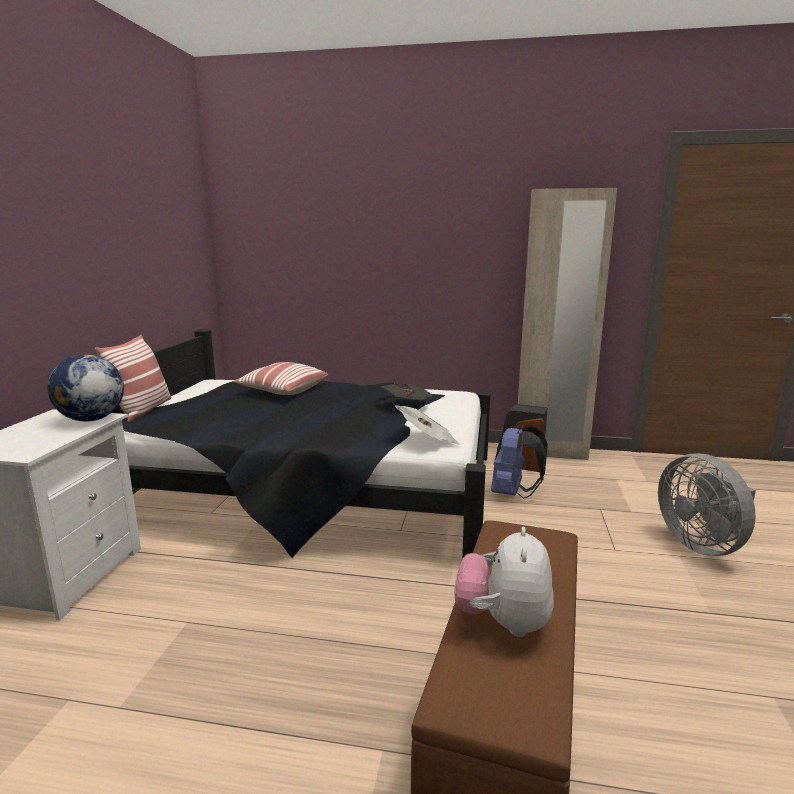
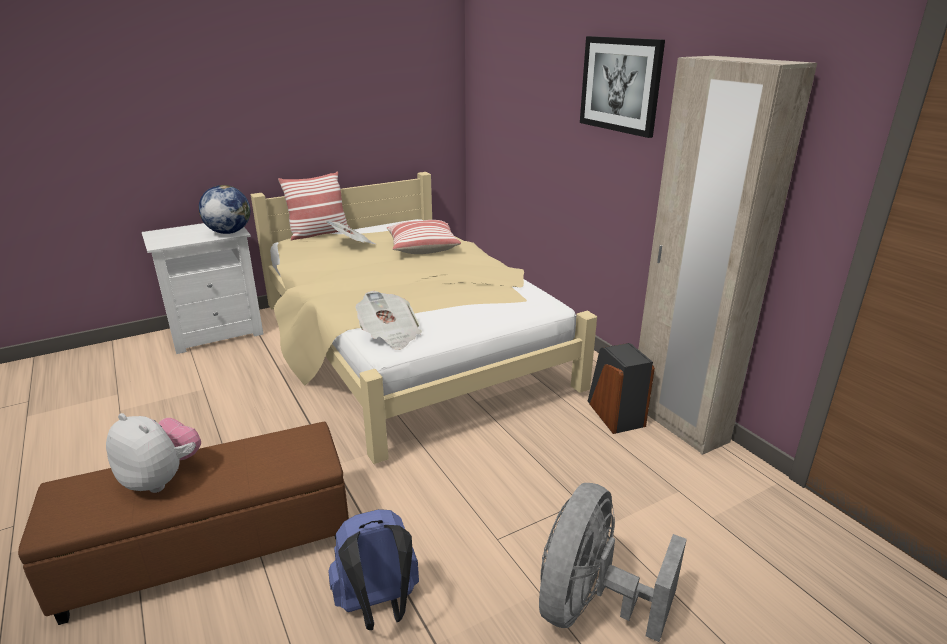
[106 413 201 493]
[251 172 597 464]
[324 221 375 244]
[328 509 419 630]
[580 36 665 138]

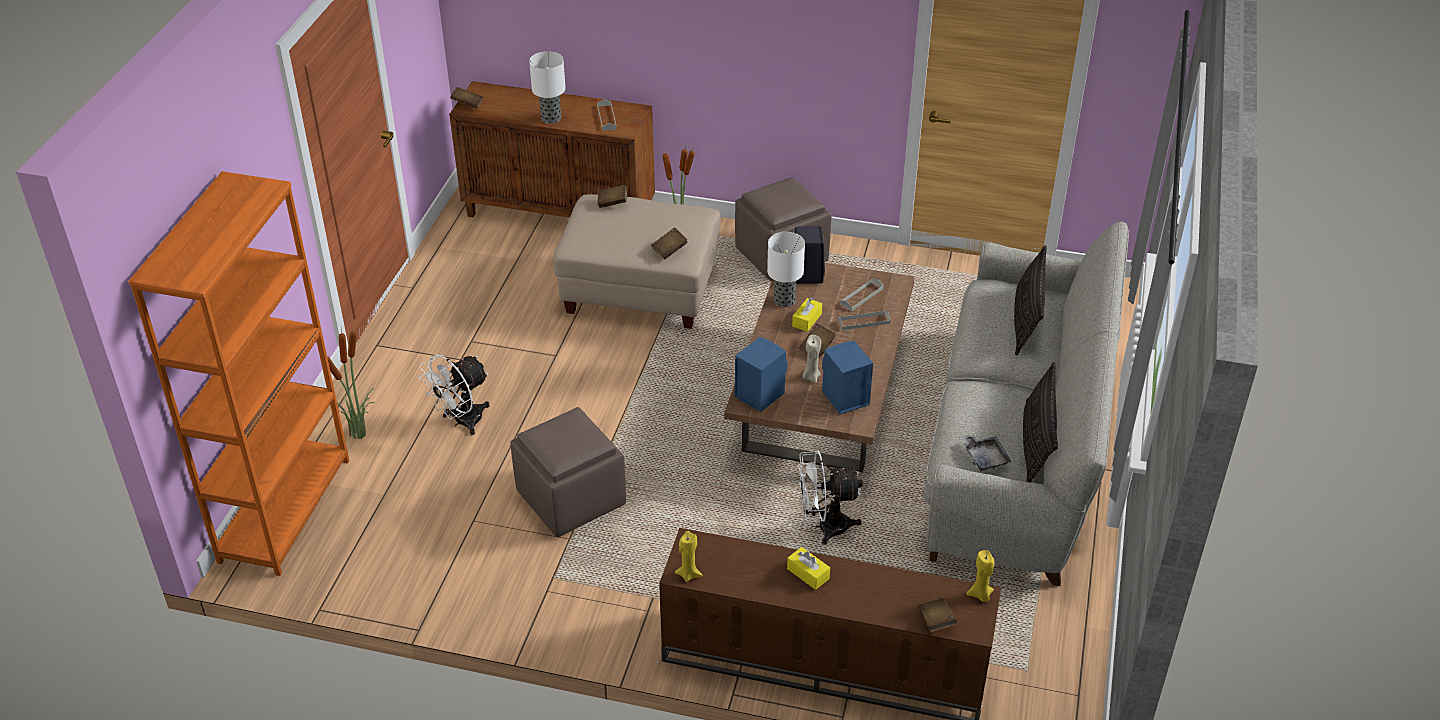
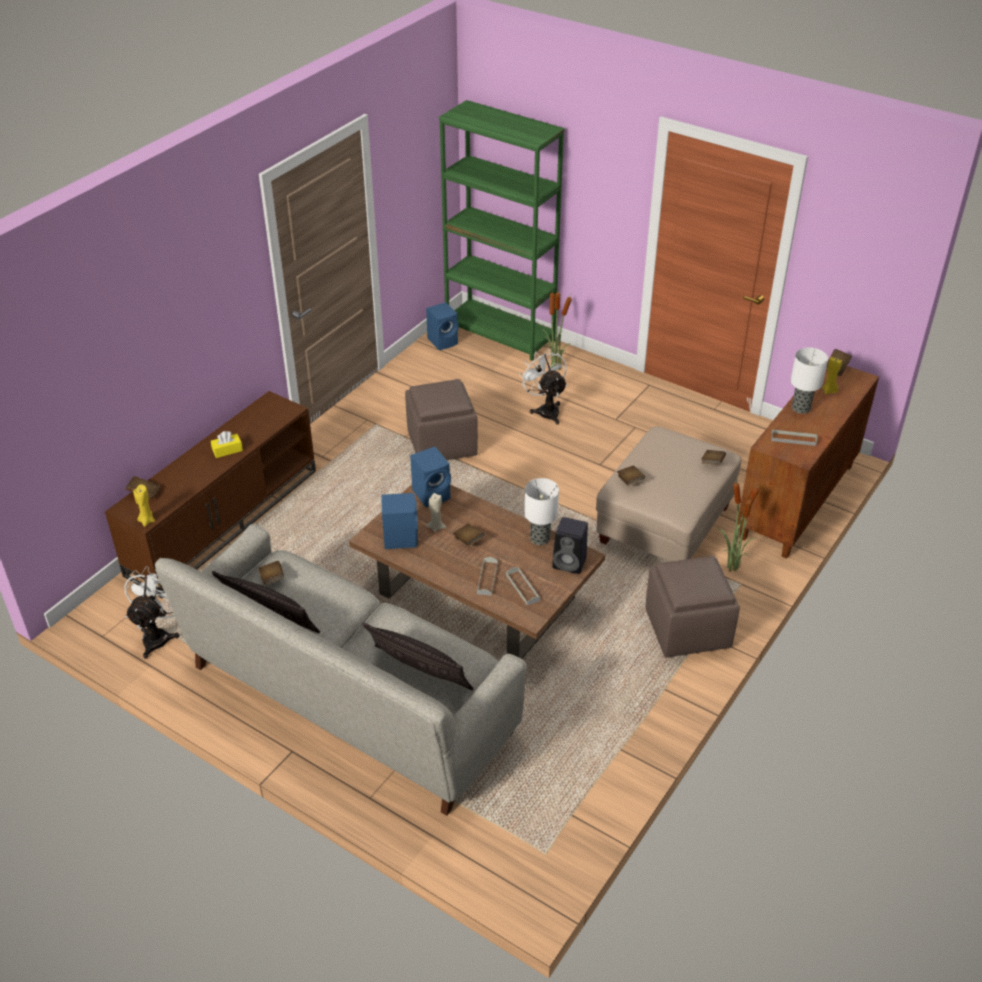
[124 566 179 659]
[259 561 284 585]
[426 302 459 350]
[439 100 565 361]
[822 357 842 395]
[792 297 822 332] (first image)

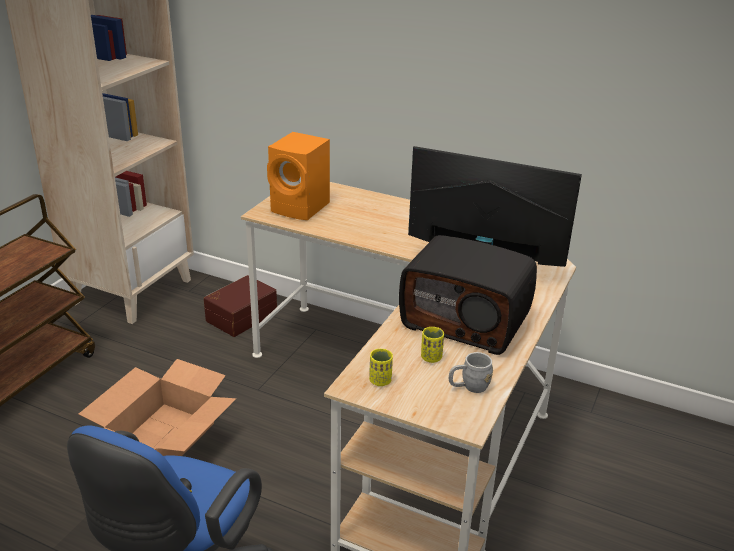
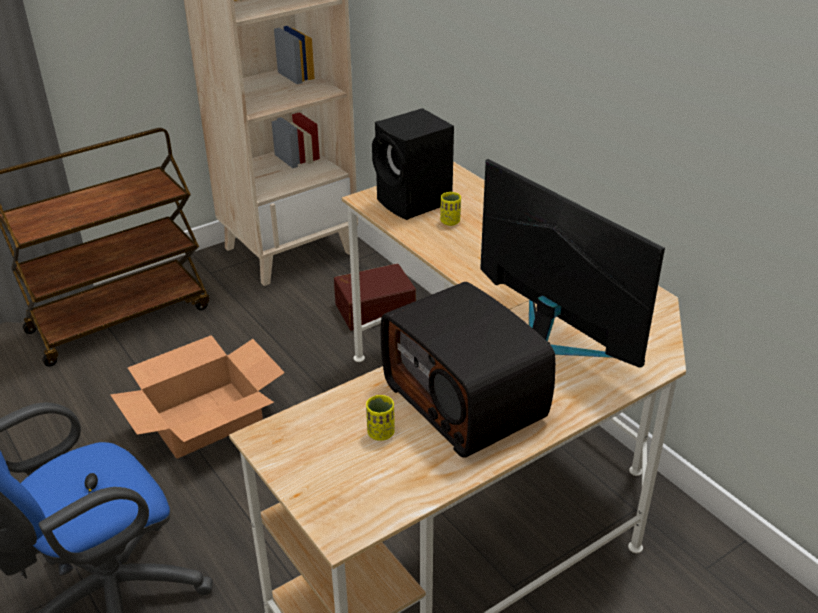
[372 108 454 220]
[440 192 461 226]
[449 352 493 393] (first image)

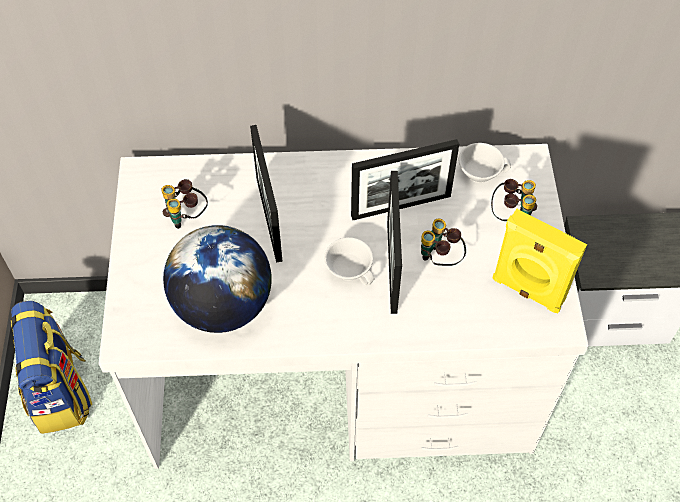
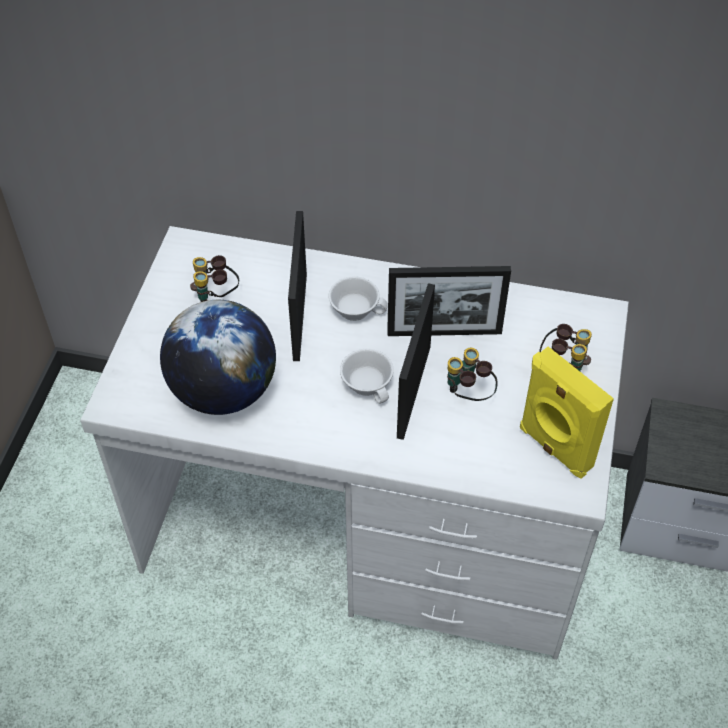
[328 276 388 321]
[11 301 92 434] (first image)

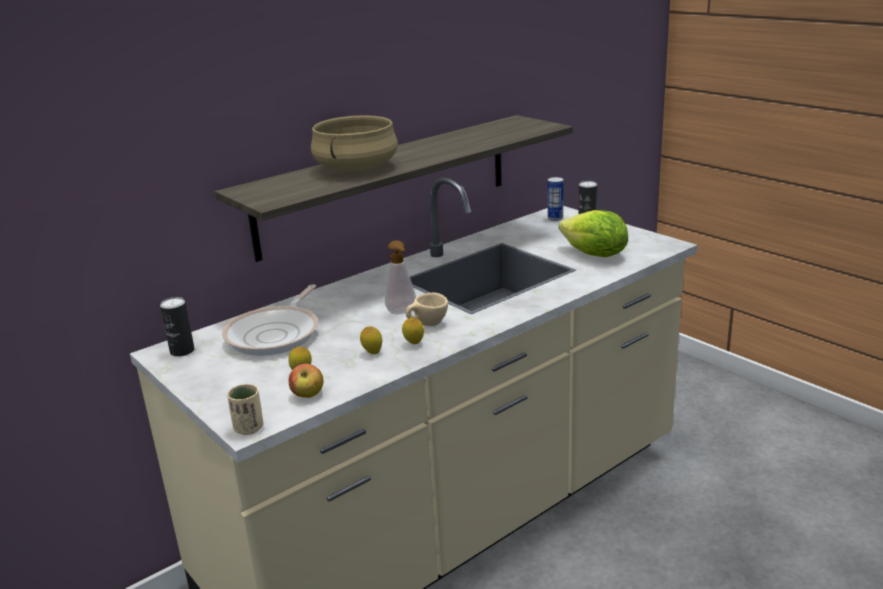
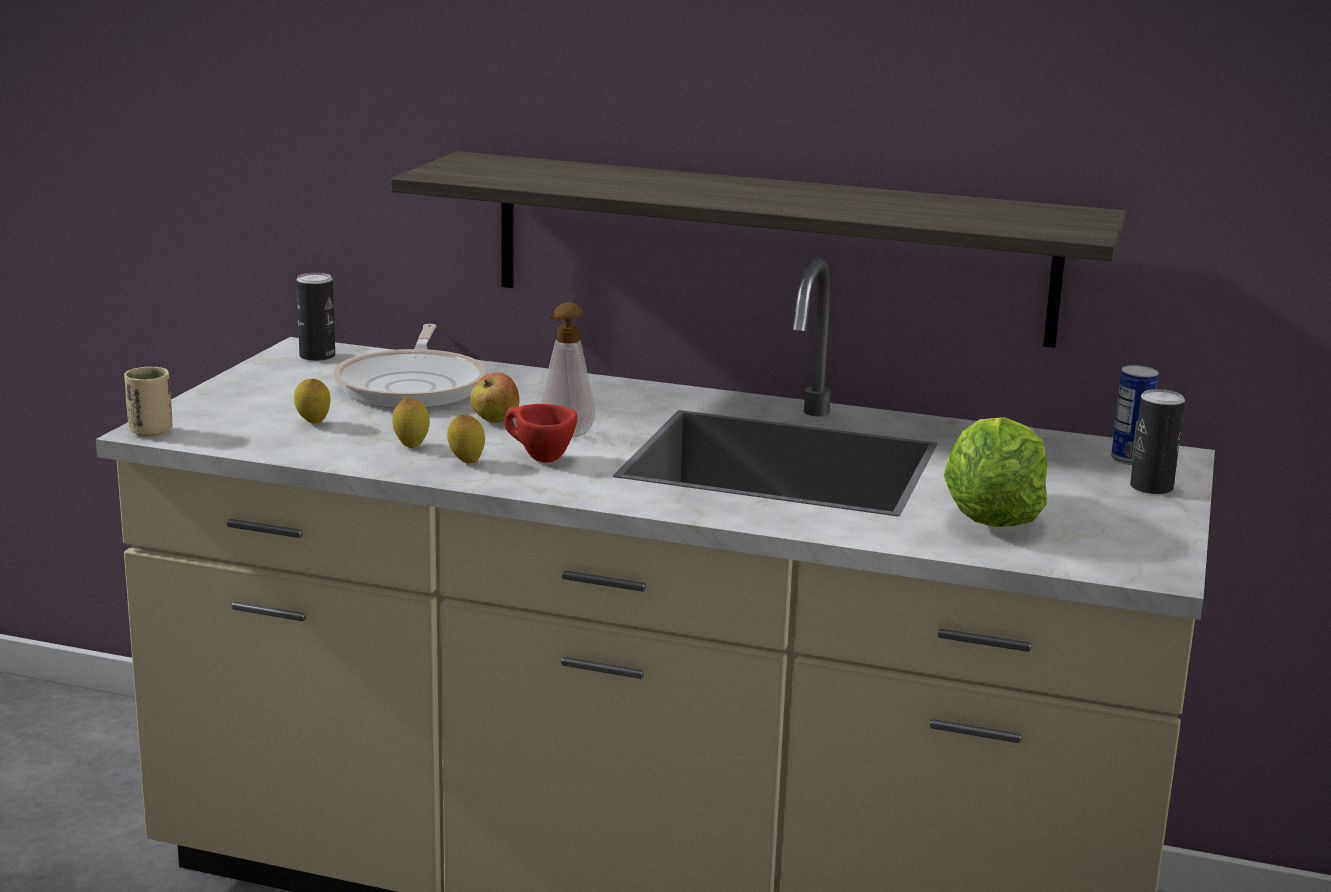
[333 324 486 408]
[470 372 520 423]
[504 404 577 462]
[311 115 398 172] (first image)

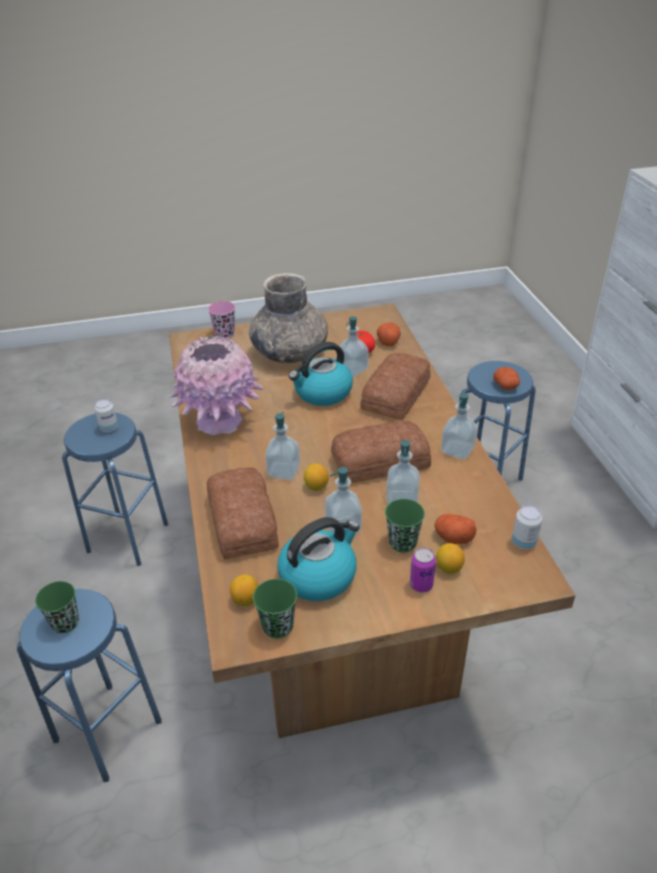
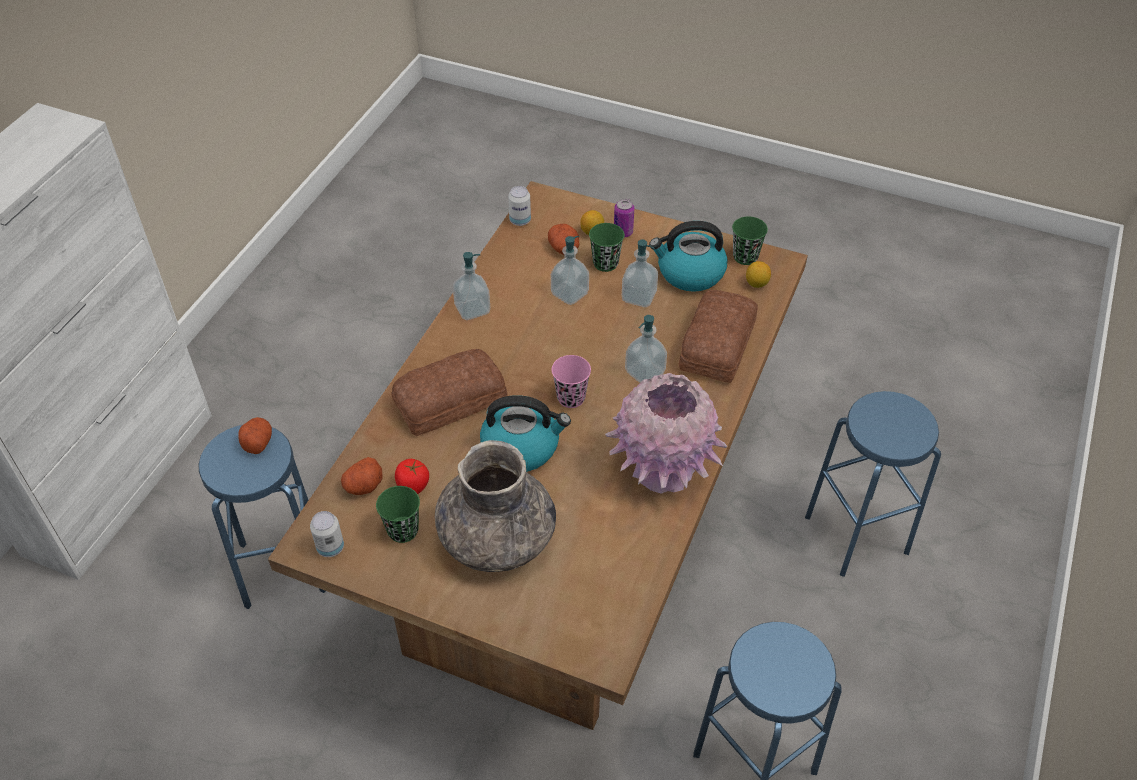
[310 511 344 557]
[376 486 420 543]
[552 355 591 408]
[304 464 329 491] (first image)
[331 421 431 483] (first image)
[340 316 369 377] (first image)

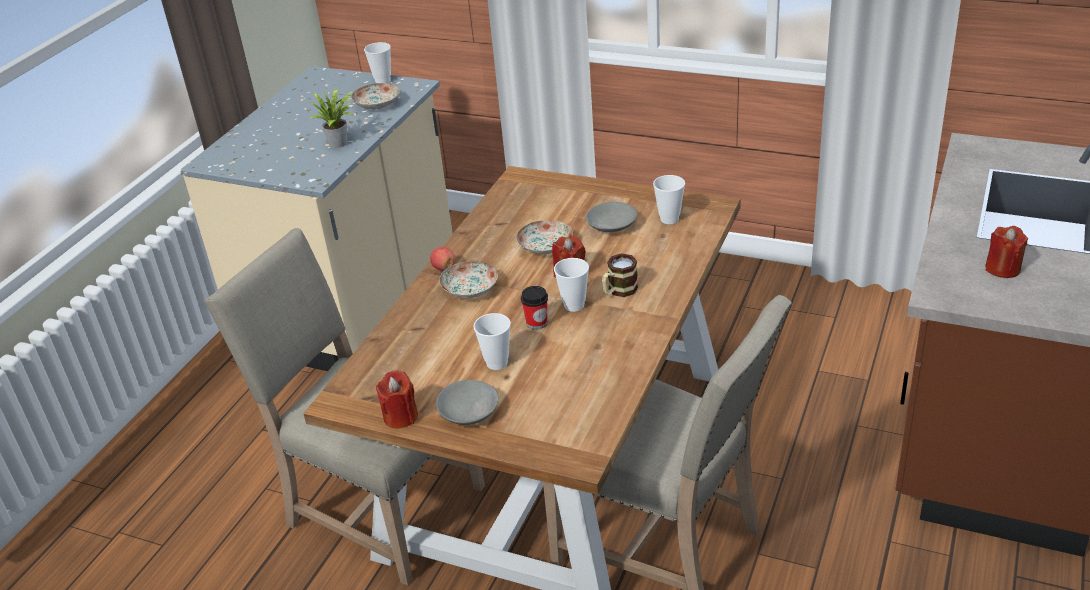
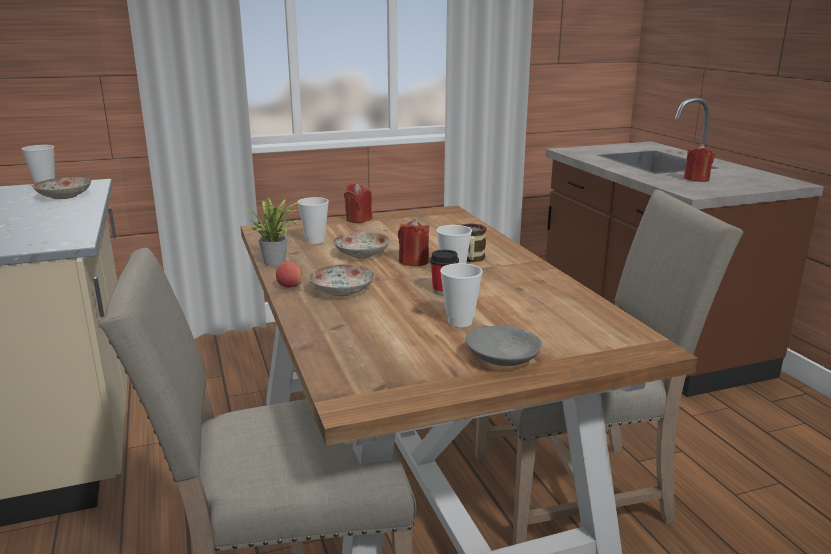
[244 198 301 266]
[297 197 329 244]
[344 183 372 223]
[586 202 637 232] (first image)

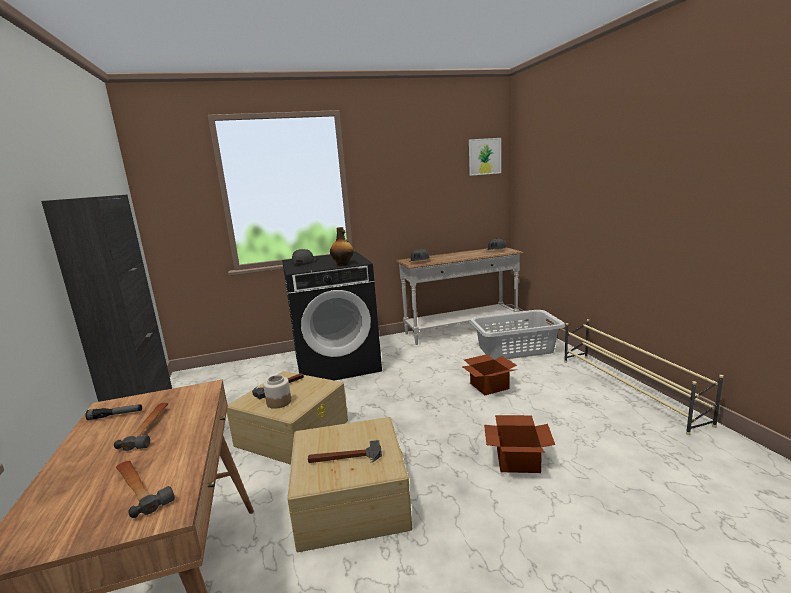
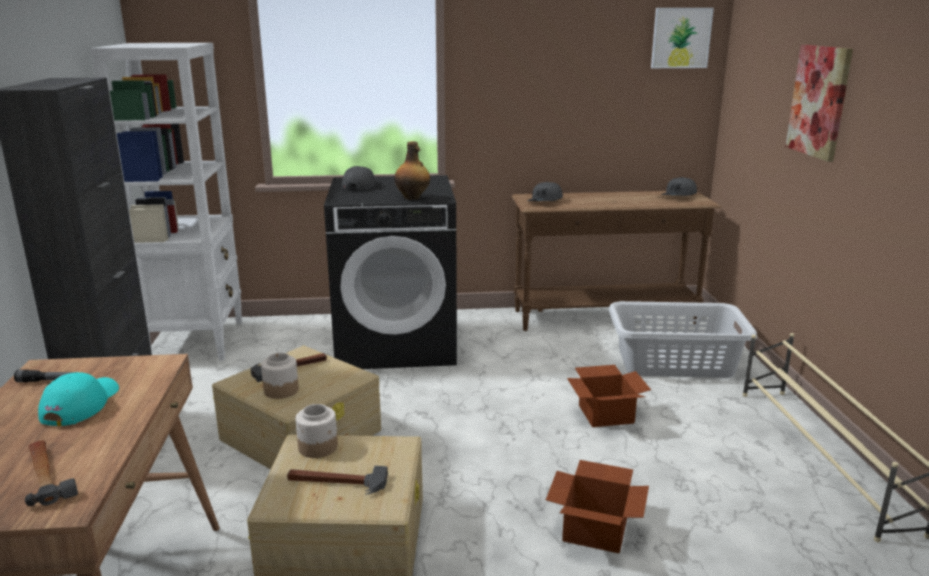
[38 372 119 426]
[90 43 242 361]
[296 404 338 458]
[512 191 722 331]
[785 45 853 162]

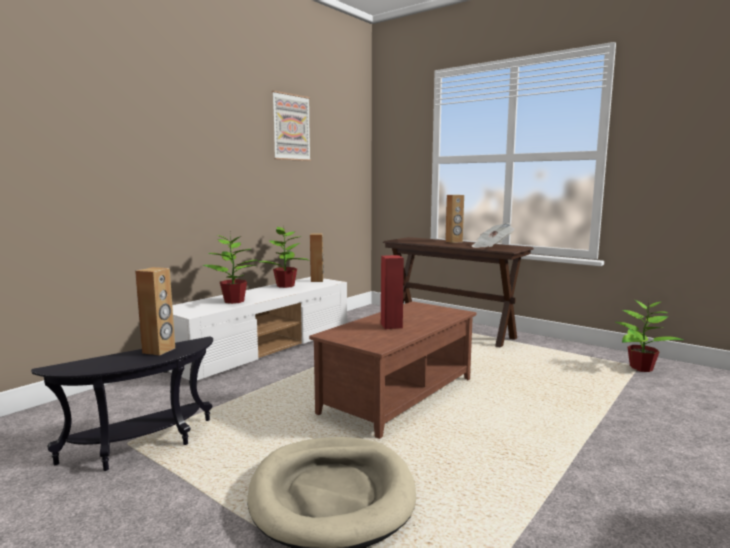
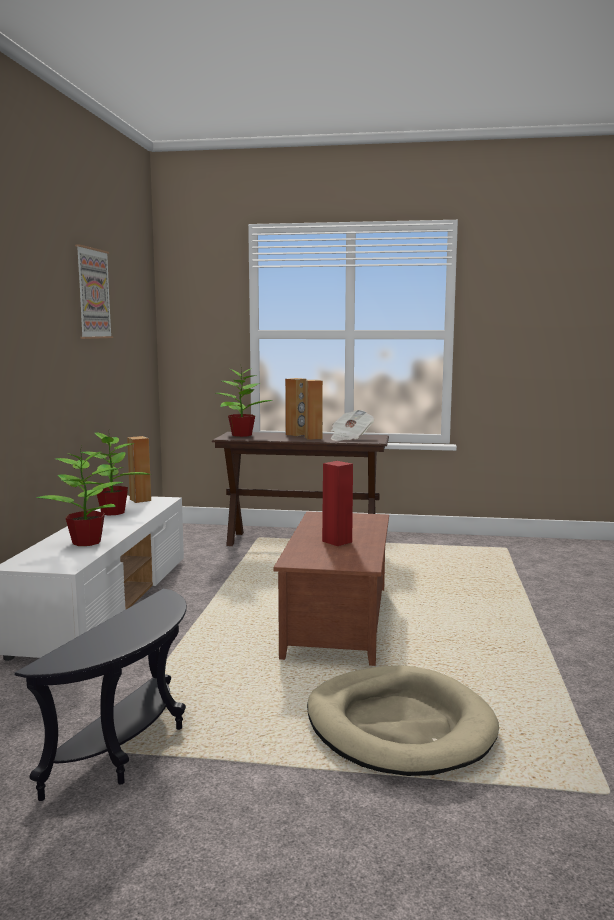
[216 367 273 437]
[305 380 323 440]

